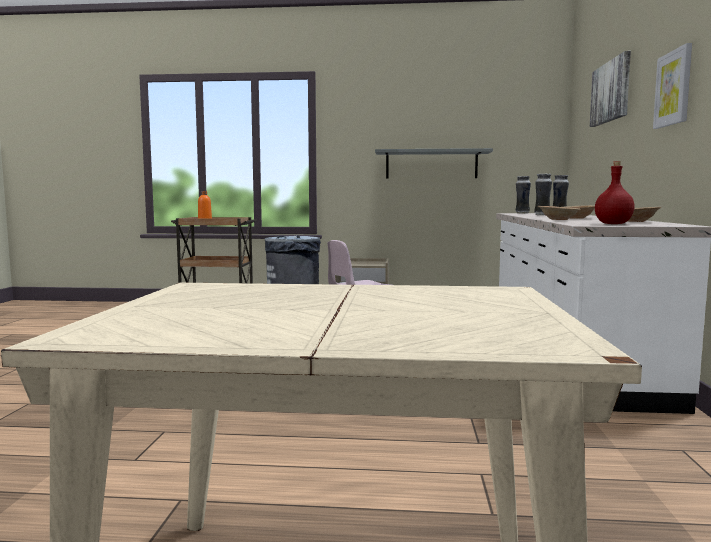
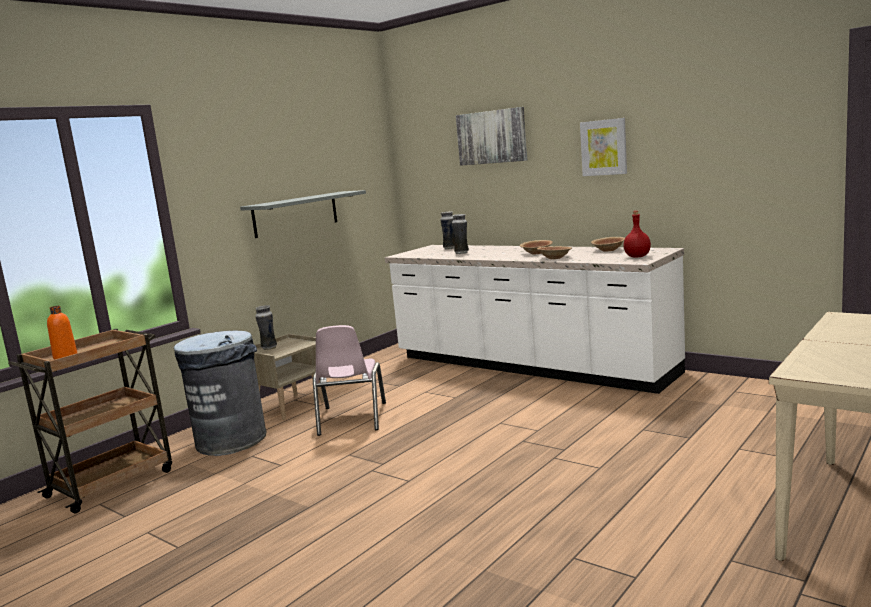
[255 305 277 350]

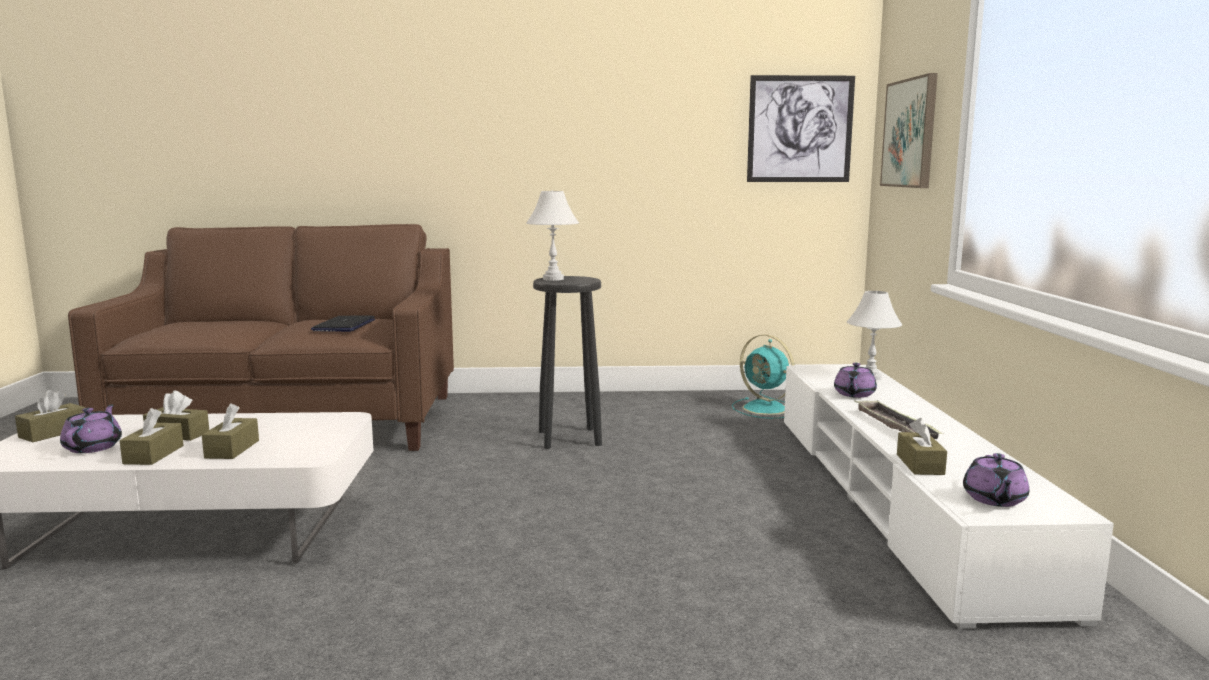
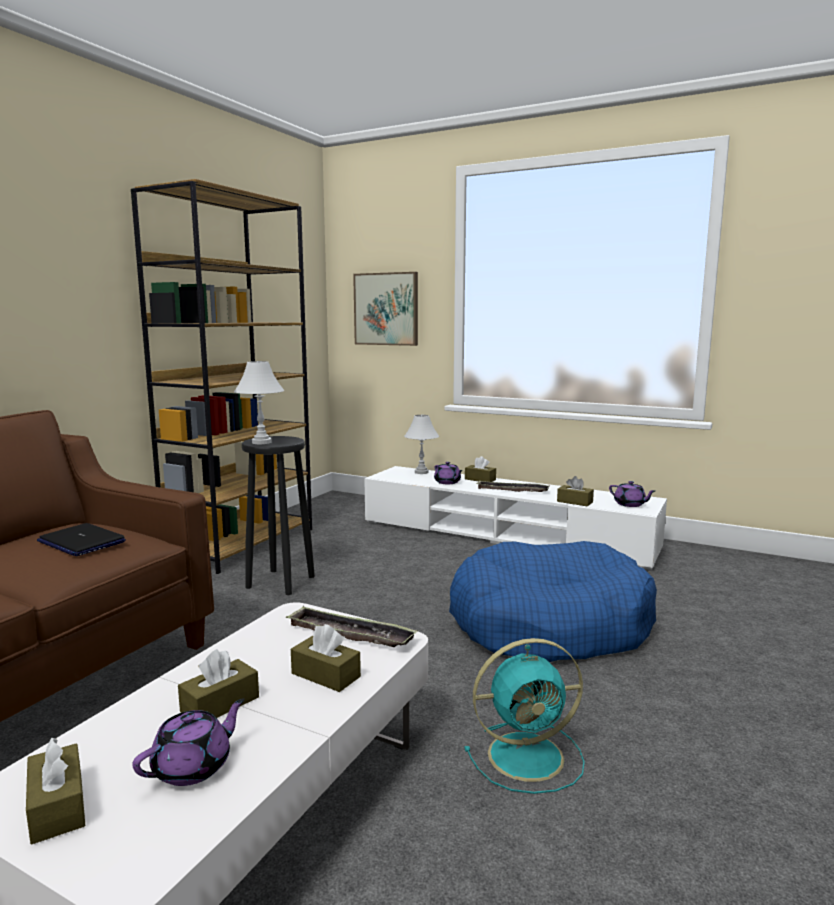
[131 179 312 574]
[132 698 245 786]
[286 606 418 647]
[449 541 657 662]
[464 638 585 794]
[465 456 496 482]
[747 75 855 182] (first image)

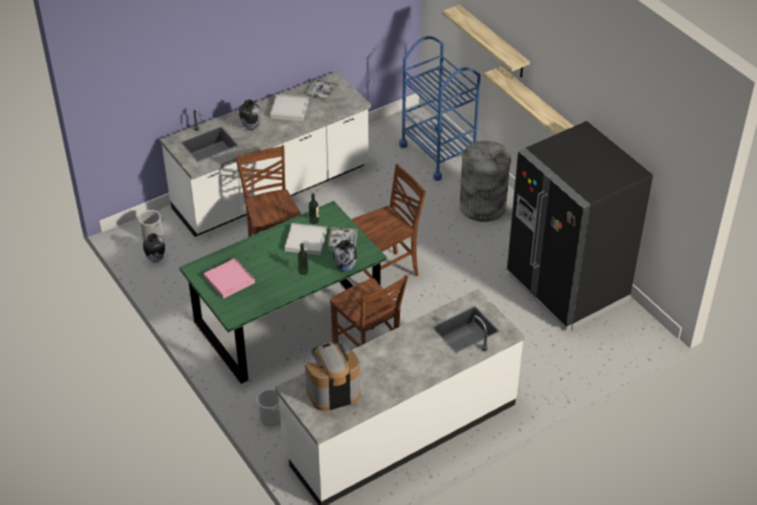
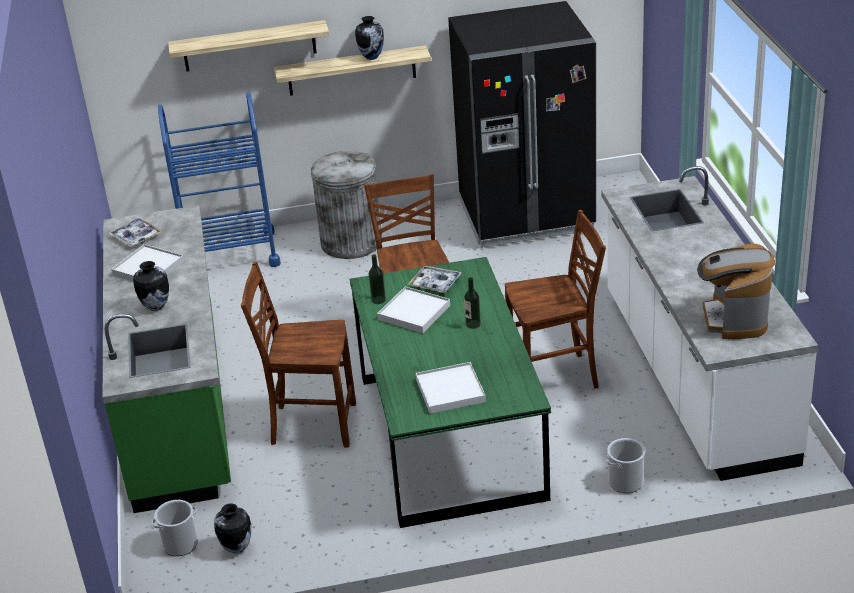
[103 205 231 513]
[355 16 384 60]
[416 362 486 414]

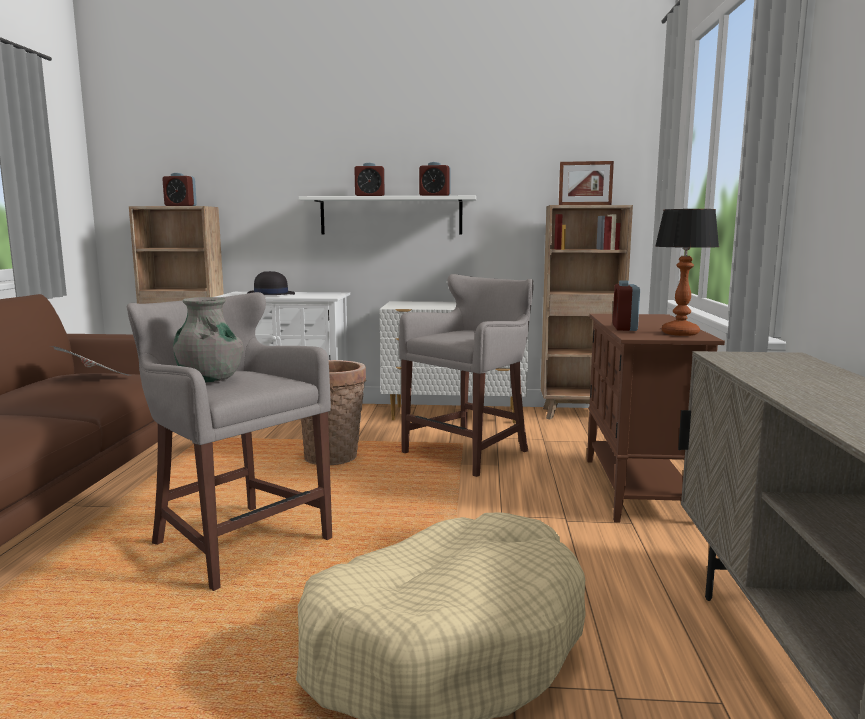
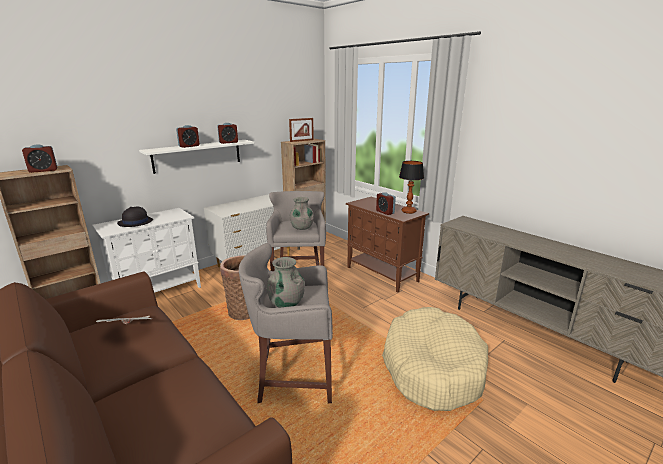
[290 197 314 230]

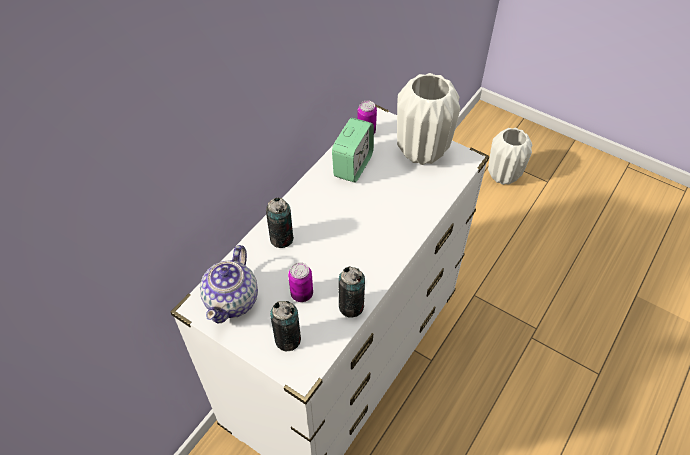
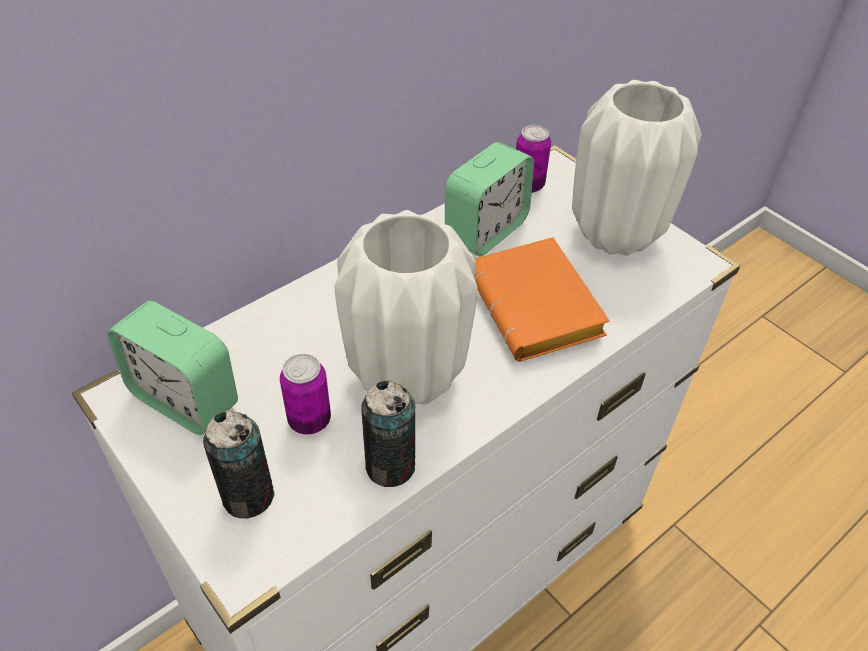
[107 301 238 435]
[334 210 478 405]
[474 237 610 361]
[266 197 294 248] (first image)

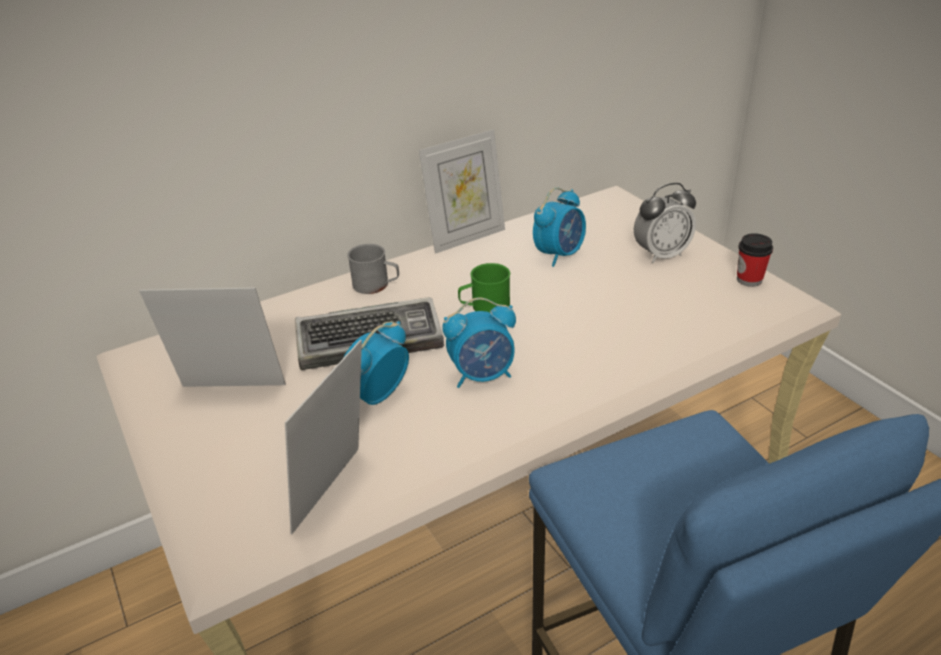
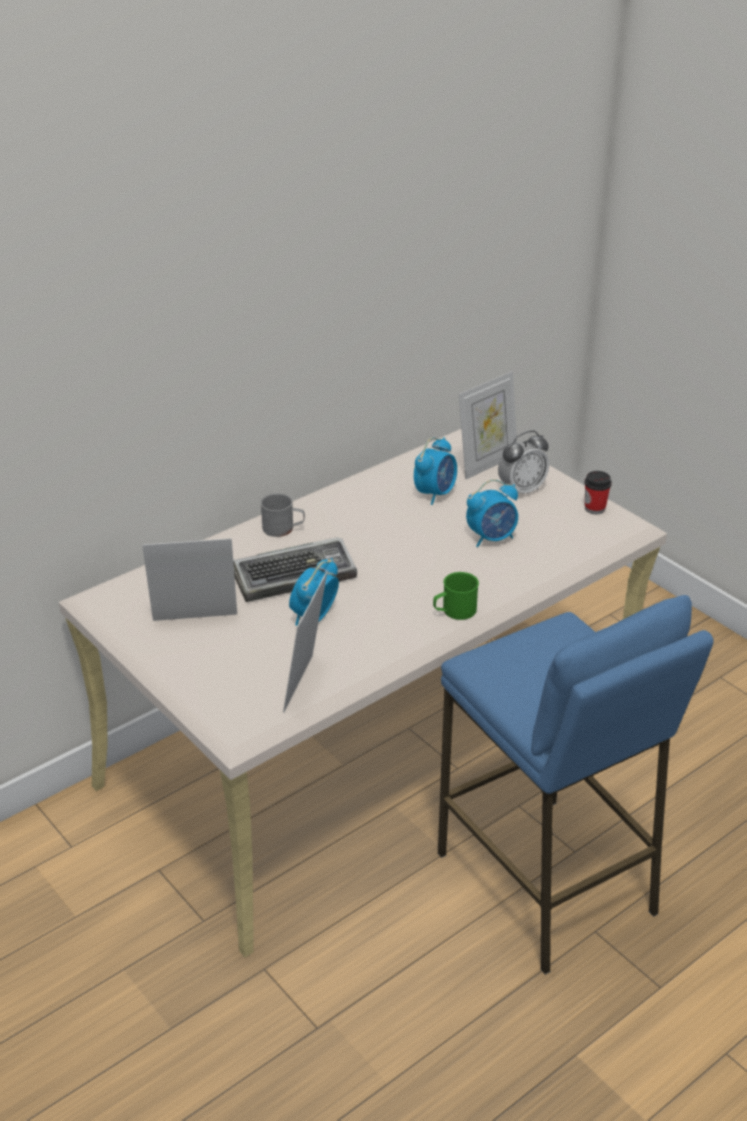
[433 572 479 620]
[459 371 517 479]
[466 479 518 547]

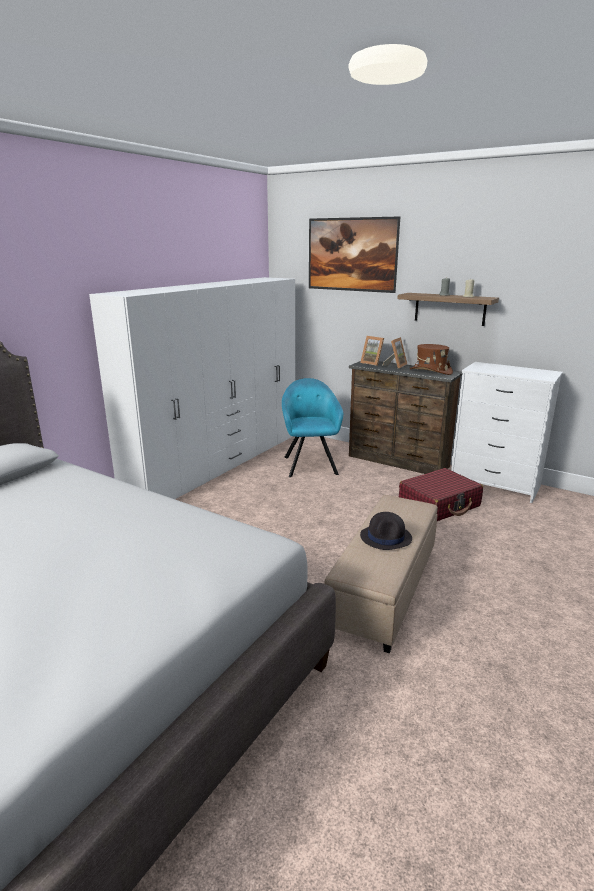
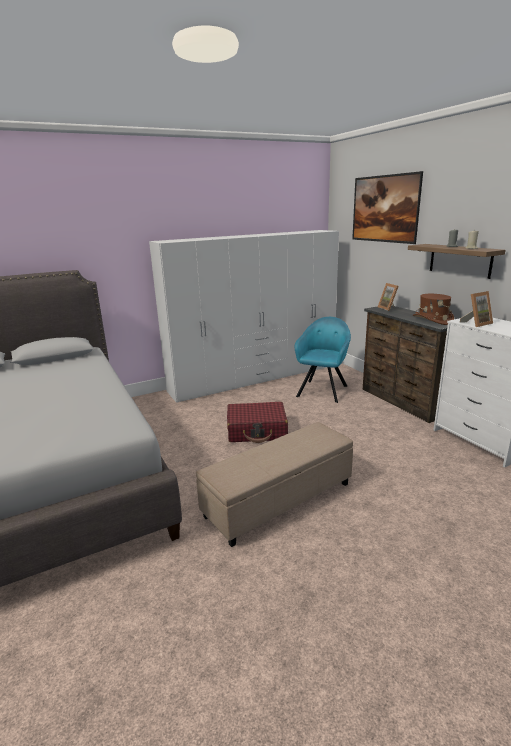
[227 402 288 443]
[460 291 493 327]
[360 512 412 550] (first image)

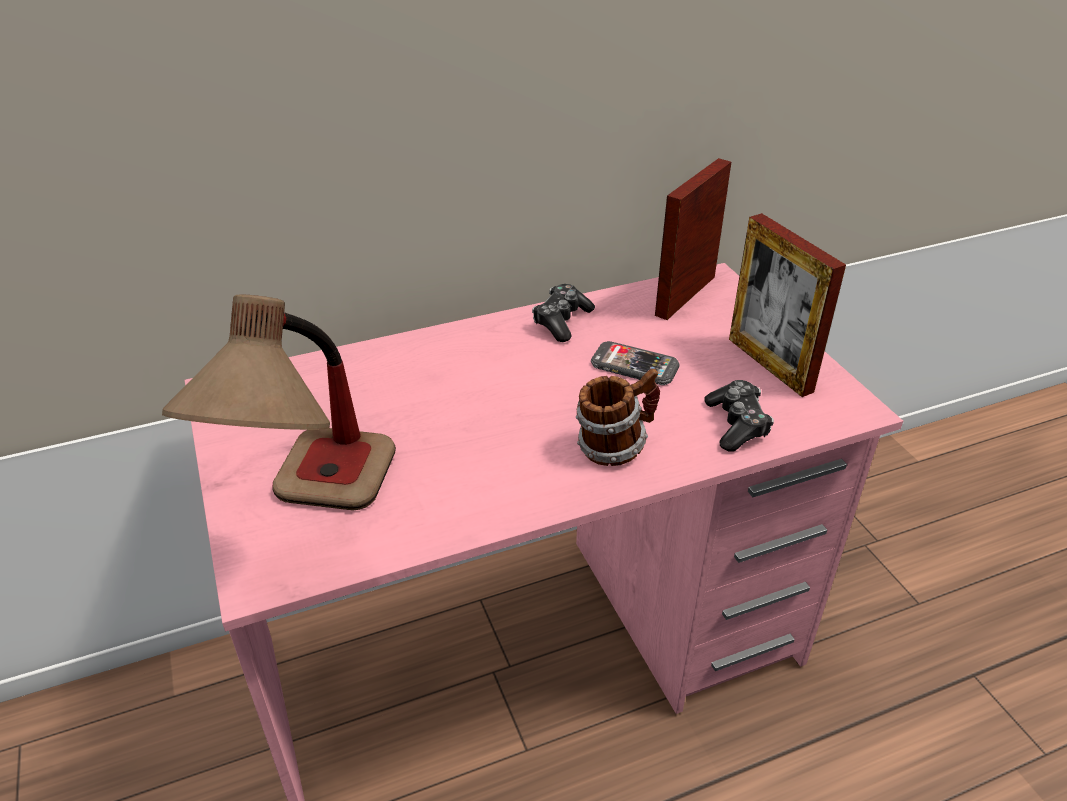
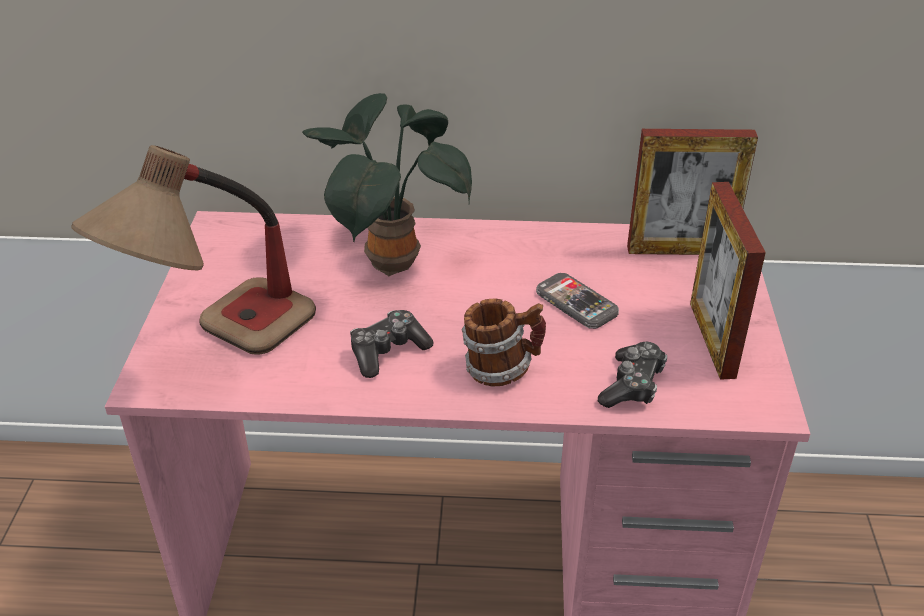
[302 93 472 276]
[350 310 433 378]
[627 129 758 255]

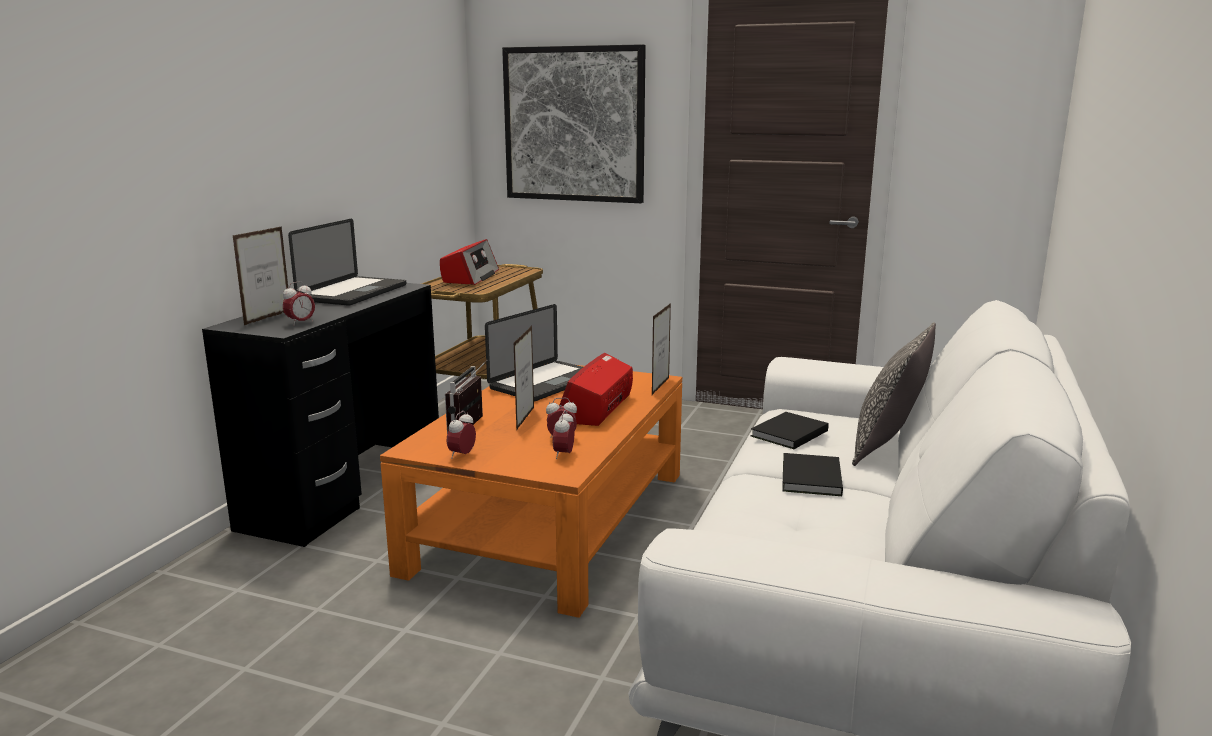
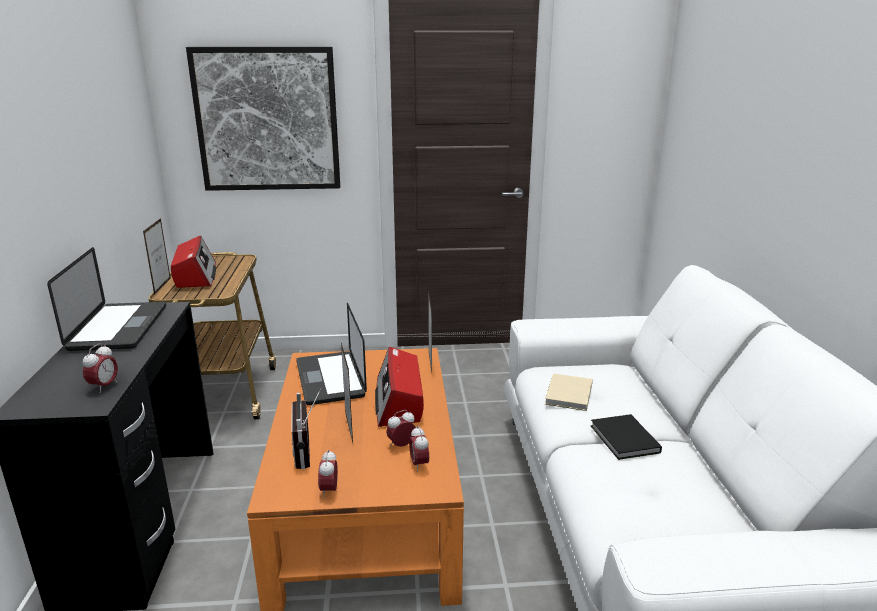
[143 218 170 295]
[296 303 367 405]
[545 373 593 411]
[852 322 936 466] (first image)

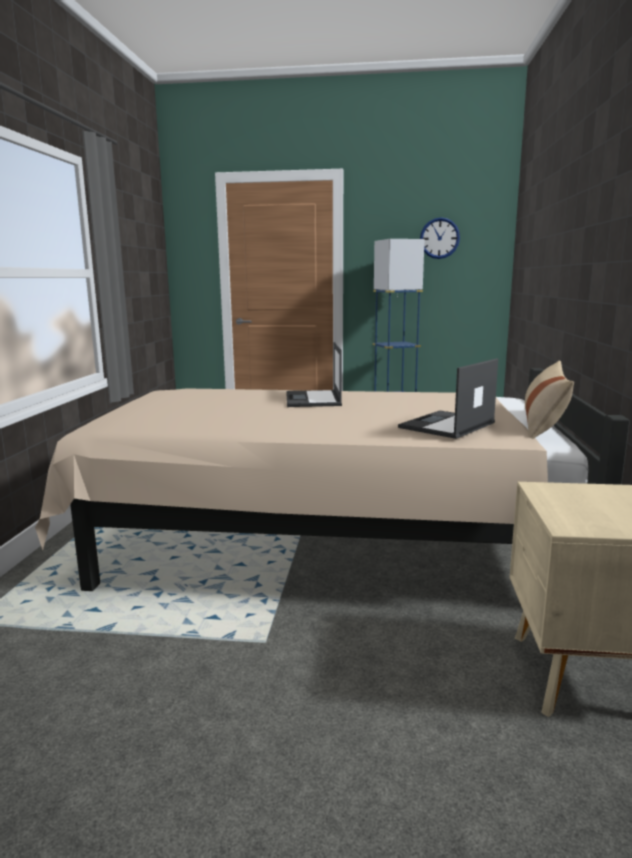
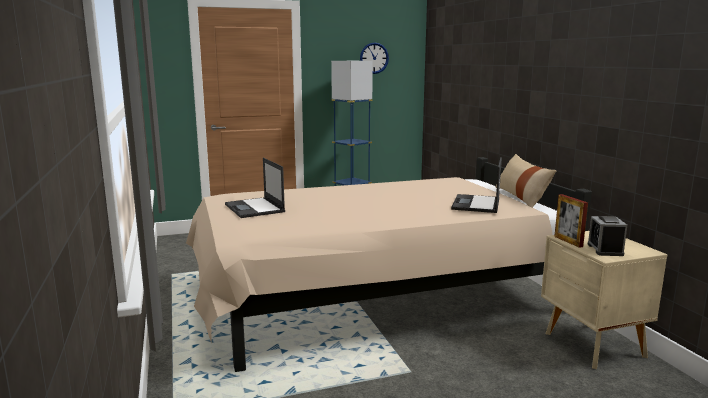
[225 158 285 218]
[554 194 588 248]
[587 216 627 256]

